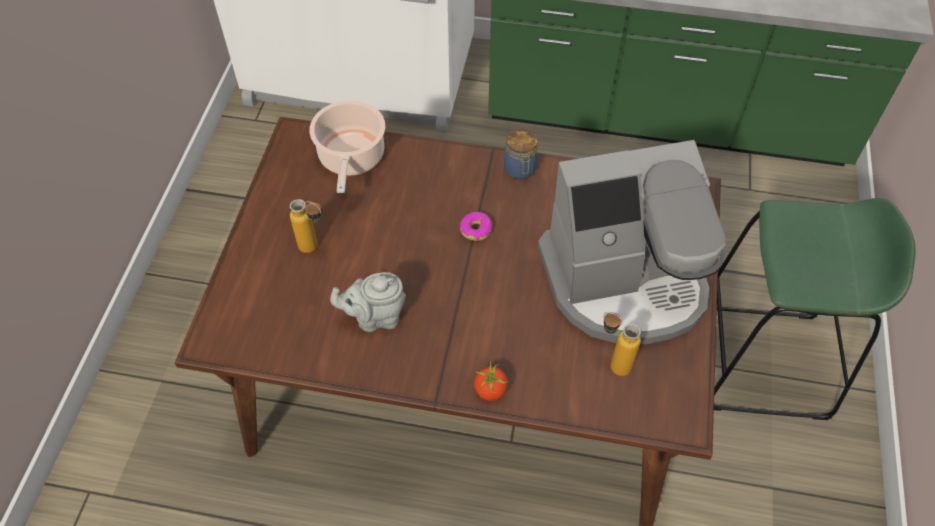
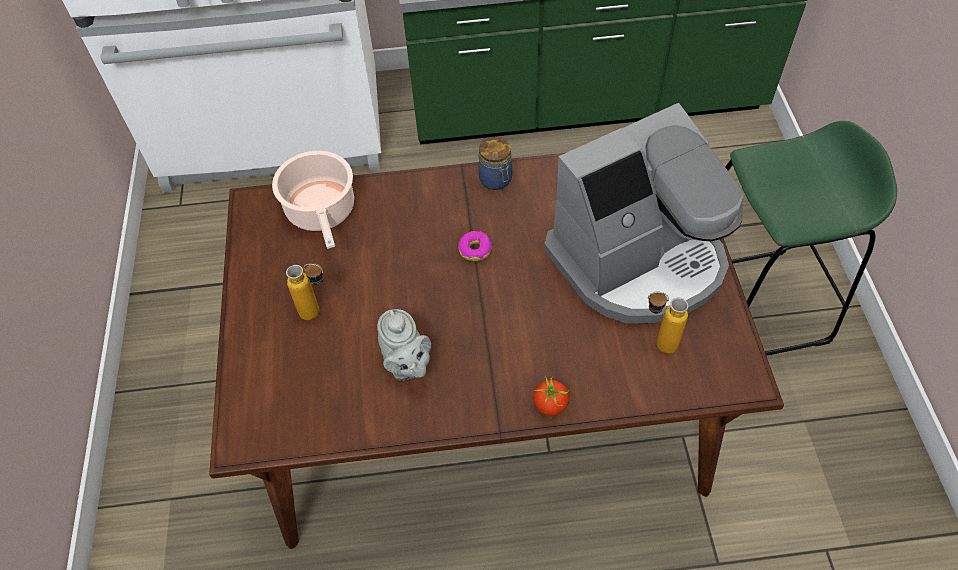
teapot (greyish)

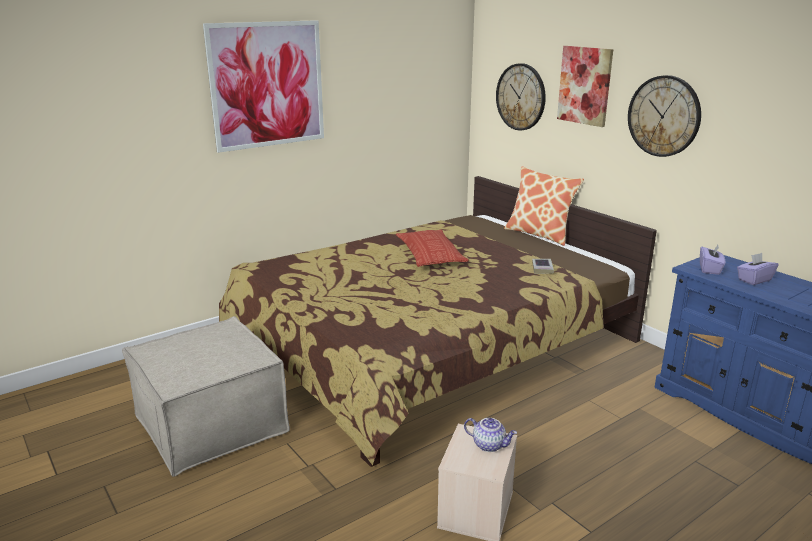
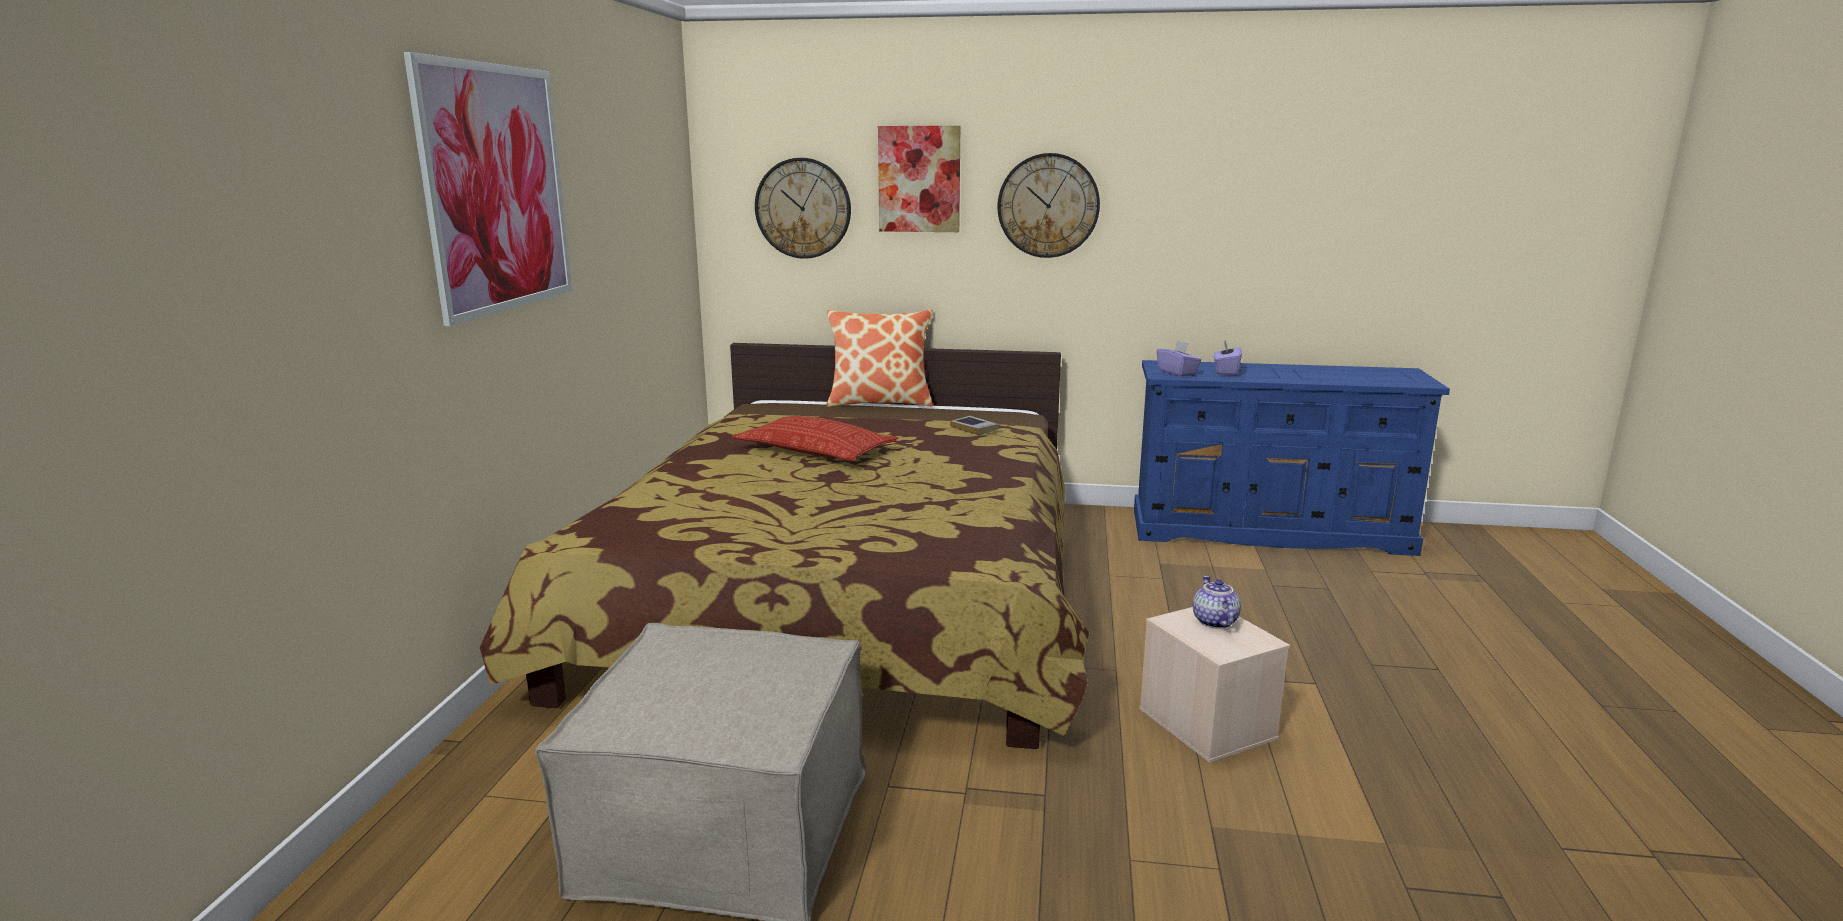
teapot

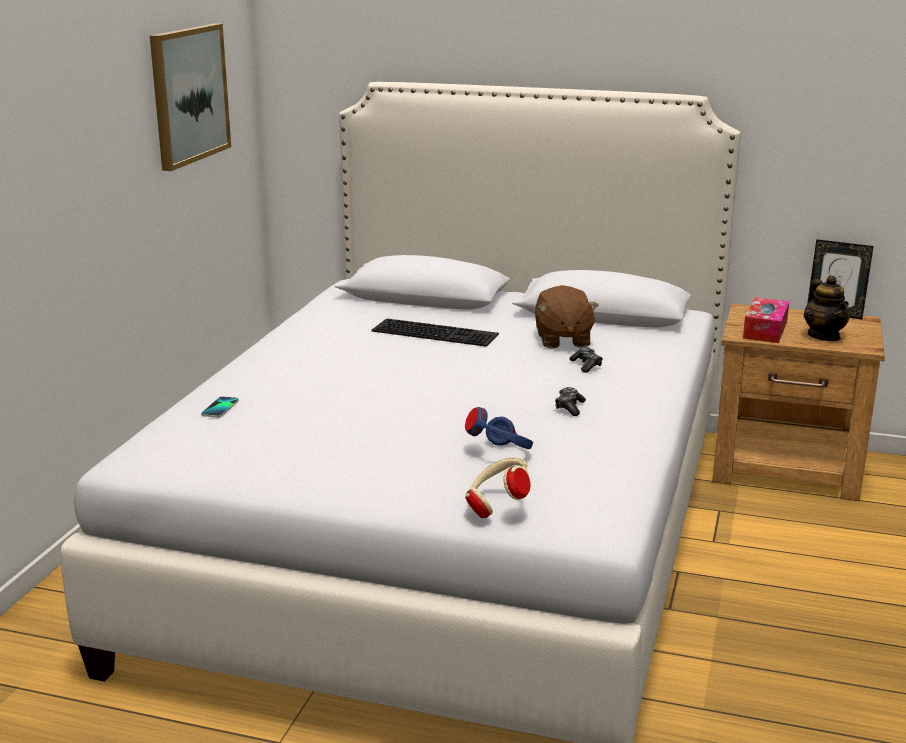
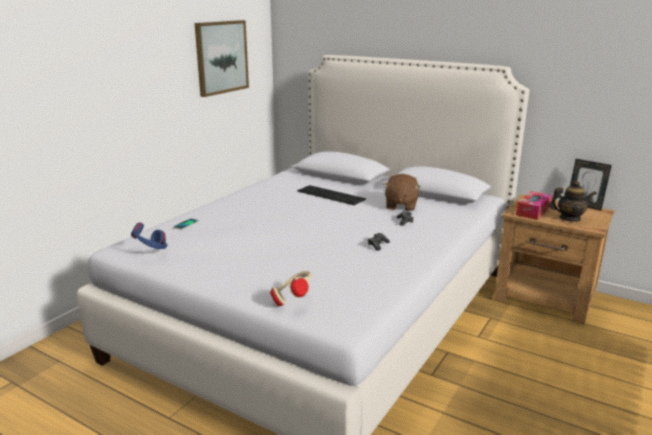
pair of headphones (blue-coloured)
teapot

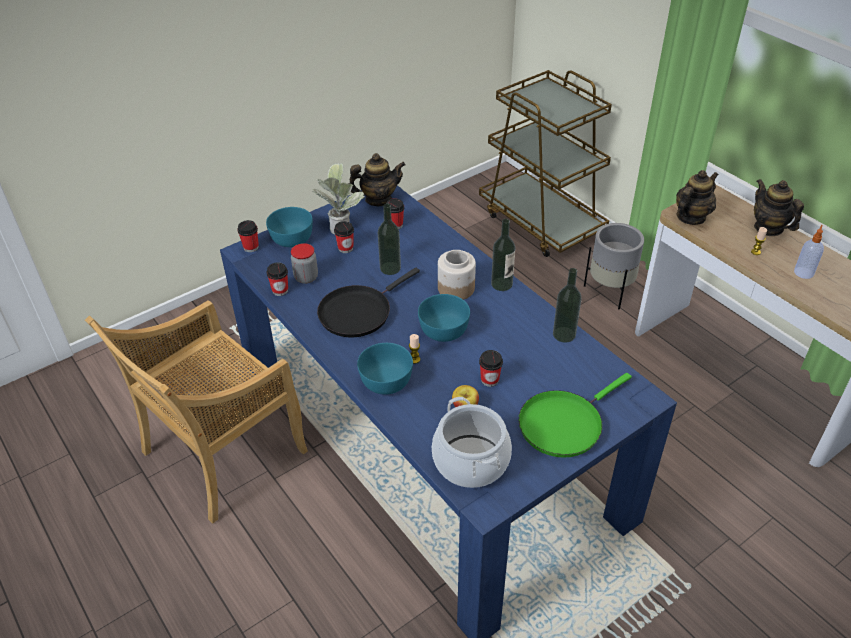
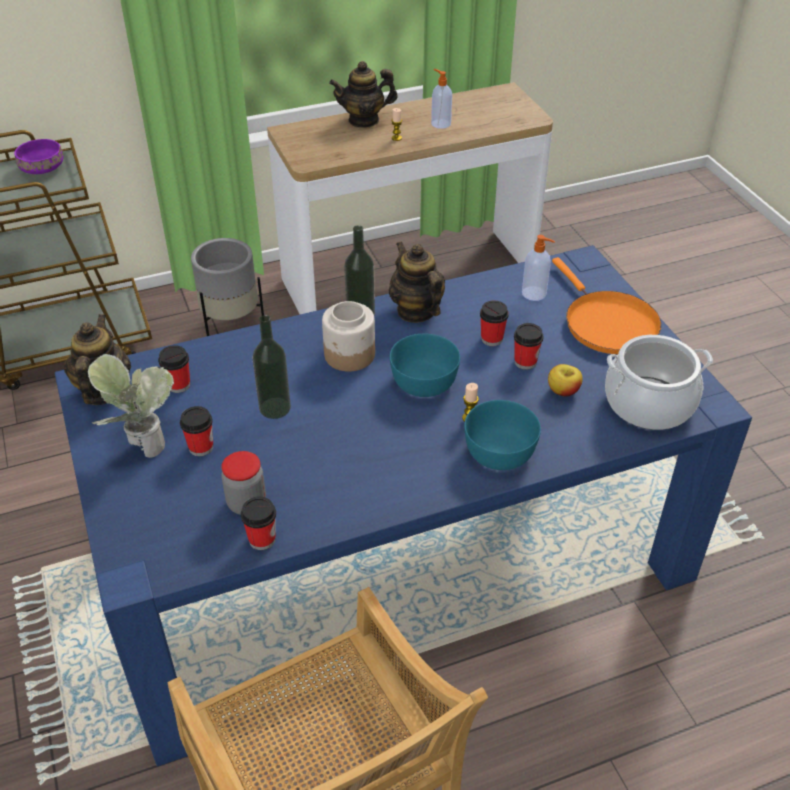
bowl (purple-coloured)
teapot (no. 3 from left)
small cup (no. 4 from left)
liquid soap bottle (no. 2 from left)
skillet (orangey)
bowl (turquoise-coloured) (no. 1 from left in the first image)
skillet (blackish)
bottle (no. 3 from left in the first image)

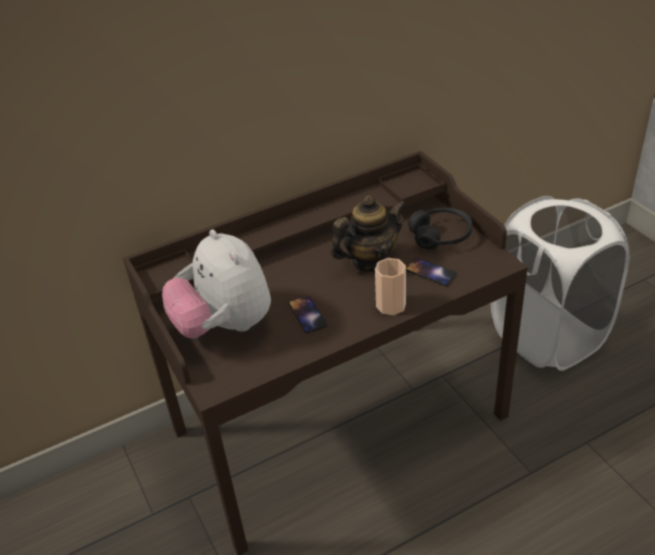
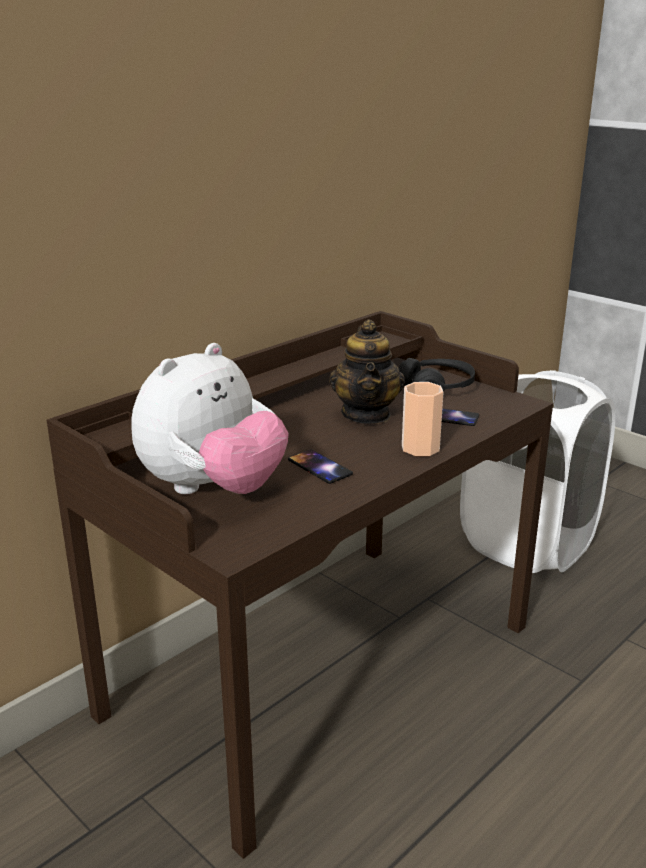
soft toy
teapot

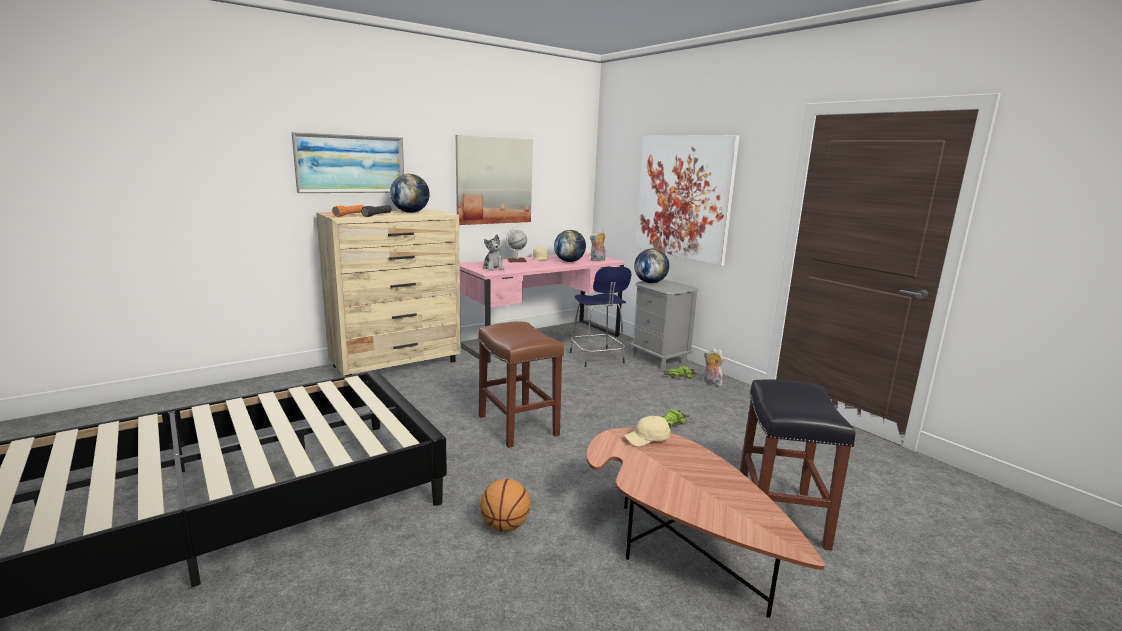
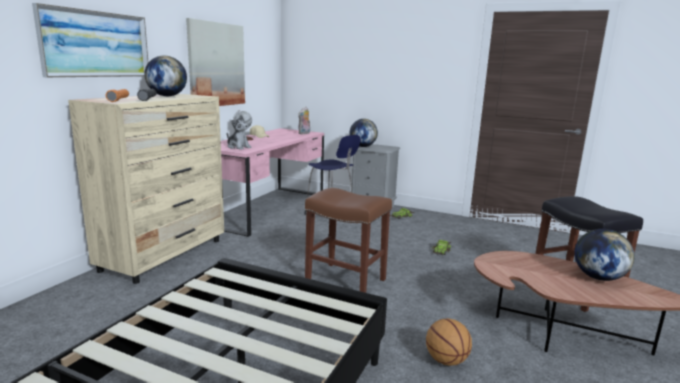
desk globe (no. 4 from left)
peaked cap (beige) (no. 2 from left in the first image)
wall picture (no. 3 from left in the first image)
soft toy (no. 3 from left in the first image)

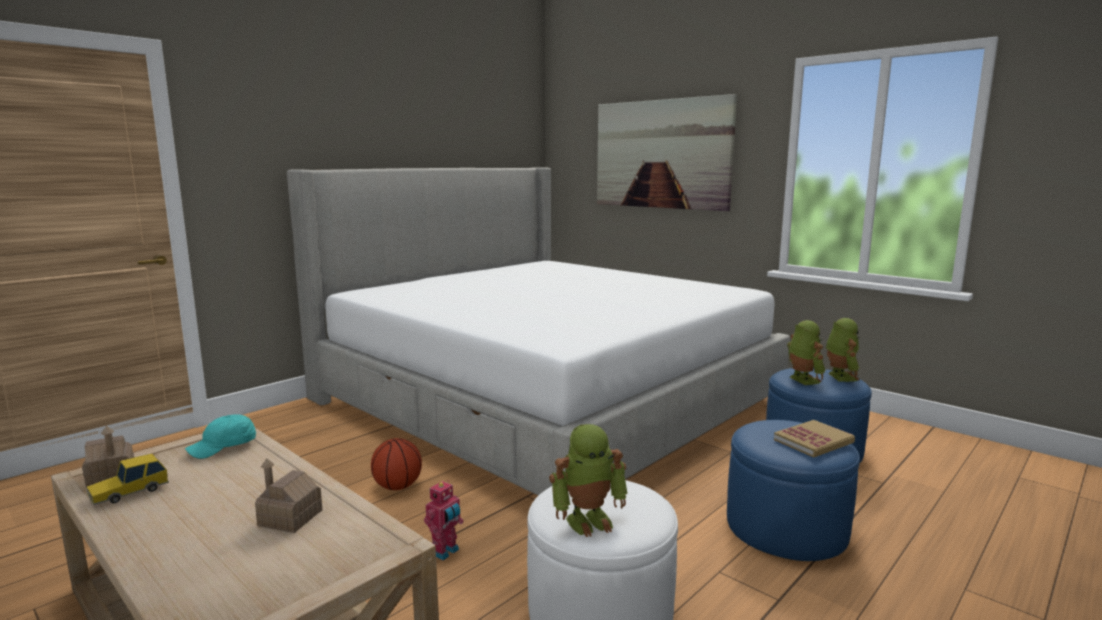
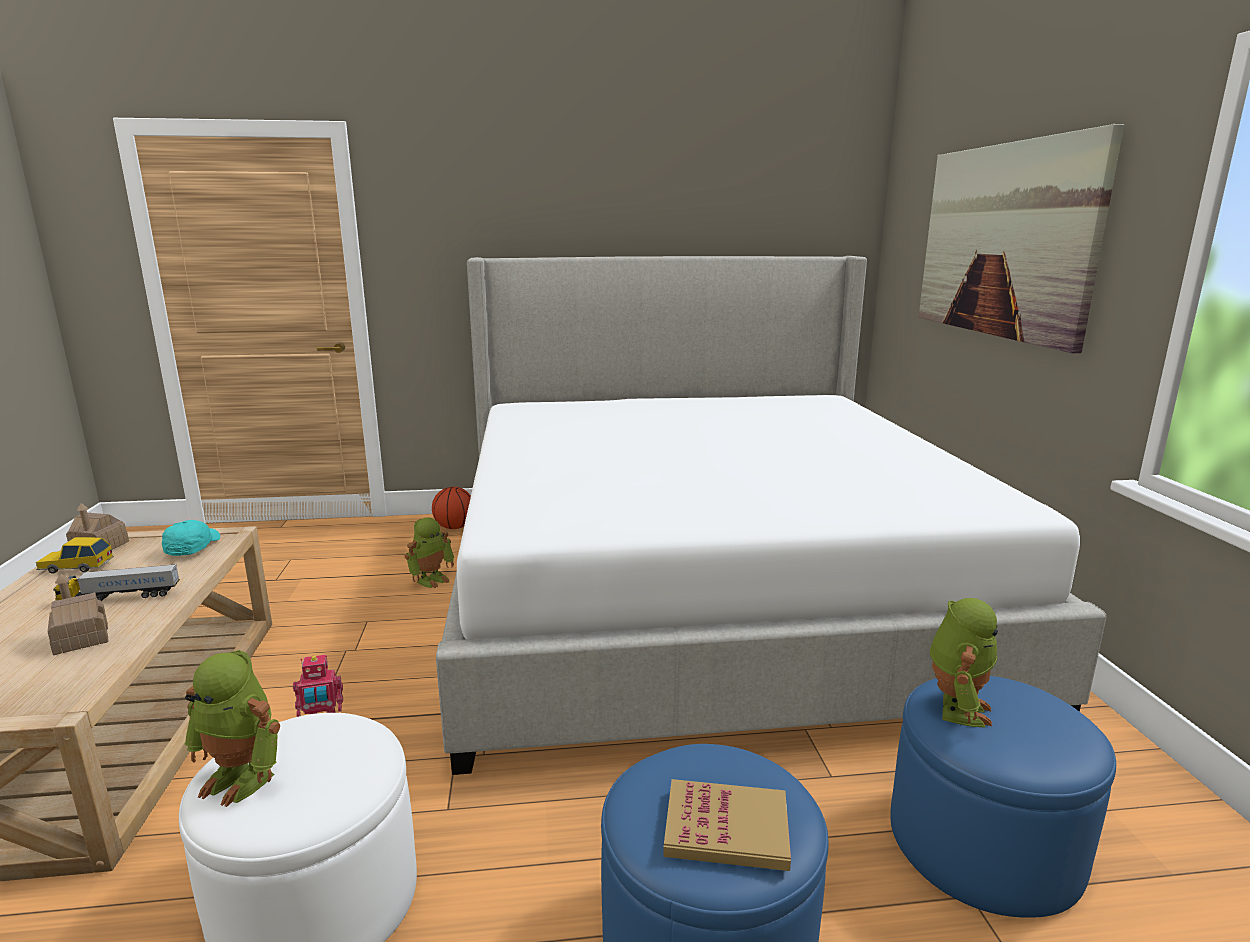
toy lorry
peaked cap (turquoise-coloured)
toy robot (no. 3 from left)
ball for basketball

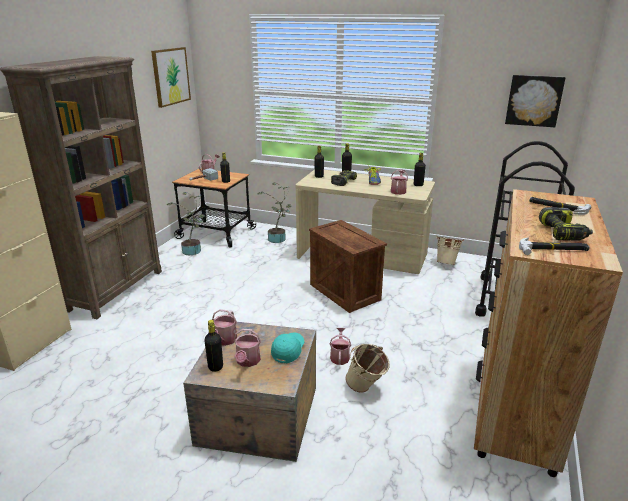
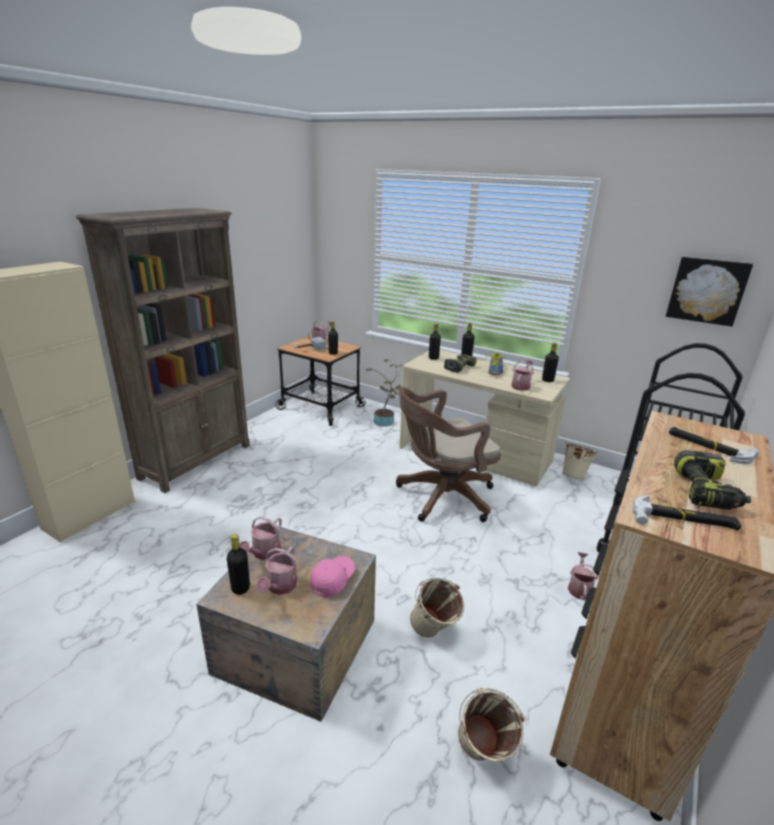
peaked cap (pink-coloured)
office chair (brown-coloured)
water bucket (beige) (no. 2 from left)
watering can (no. 5 from left)
wall picture (no. 1 from left in the first image)
potted plant (no. 1 from left in the first image)

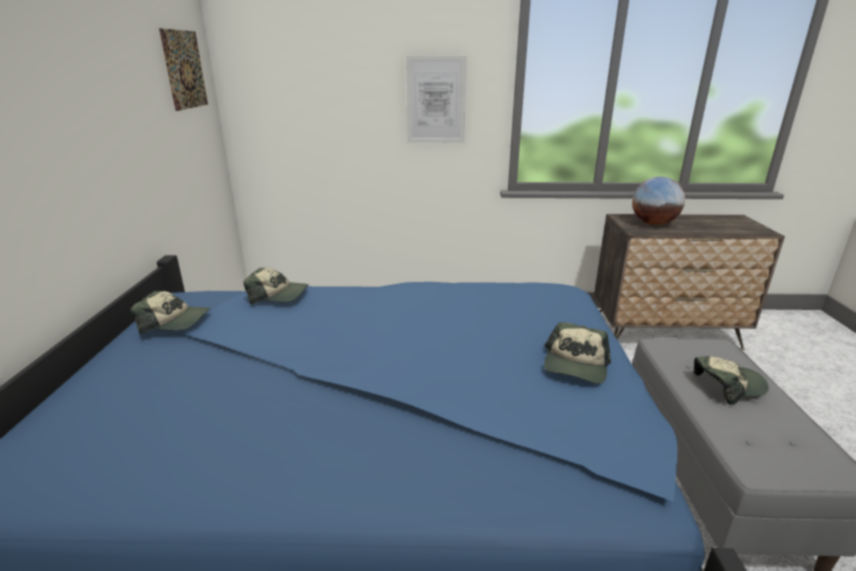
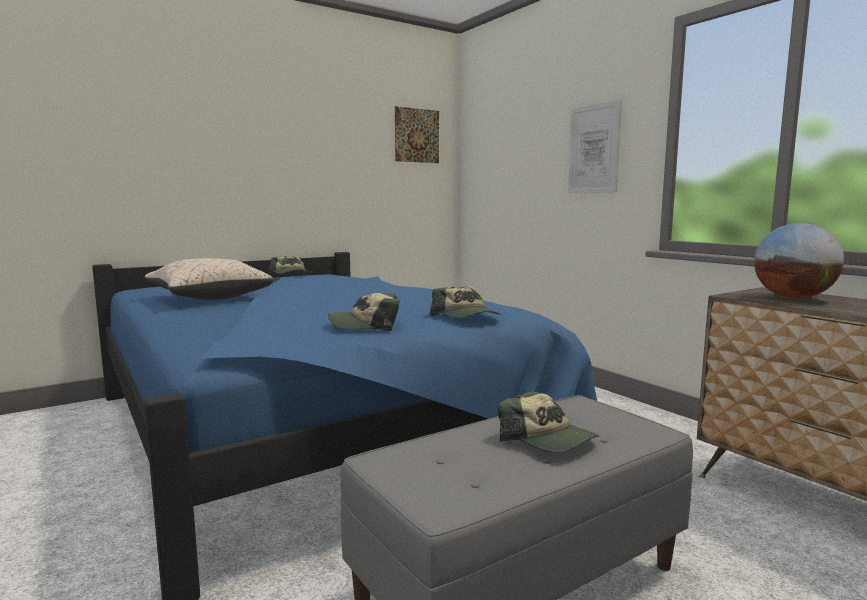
cushion (beige)
peaked cap (no. 3 from left)

